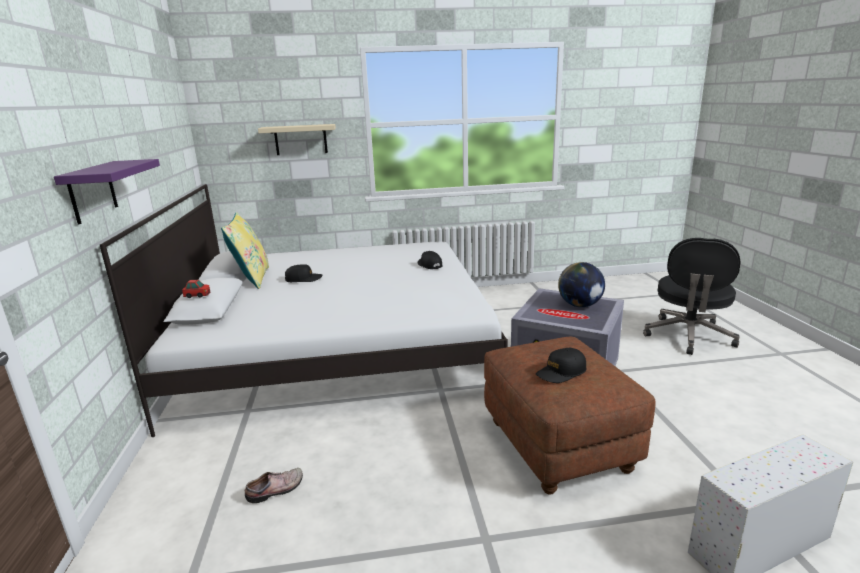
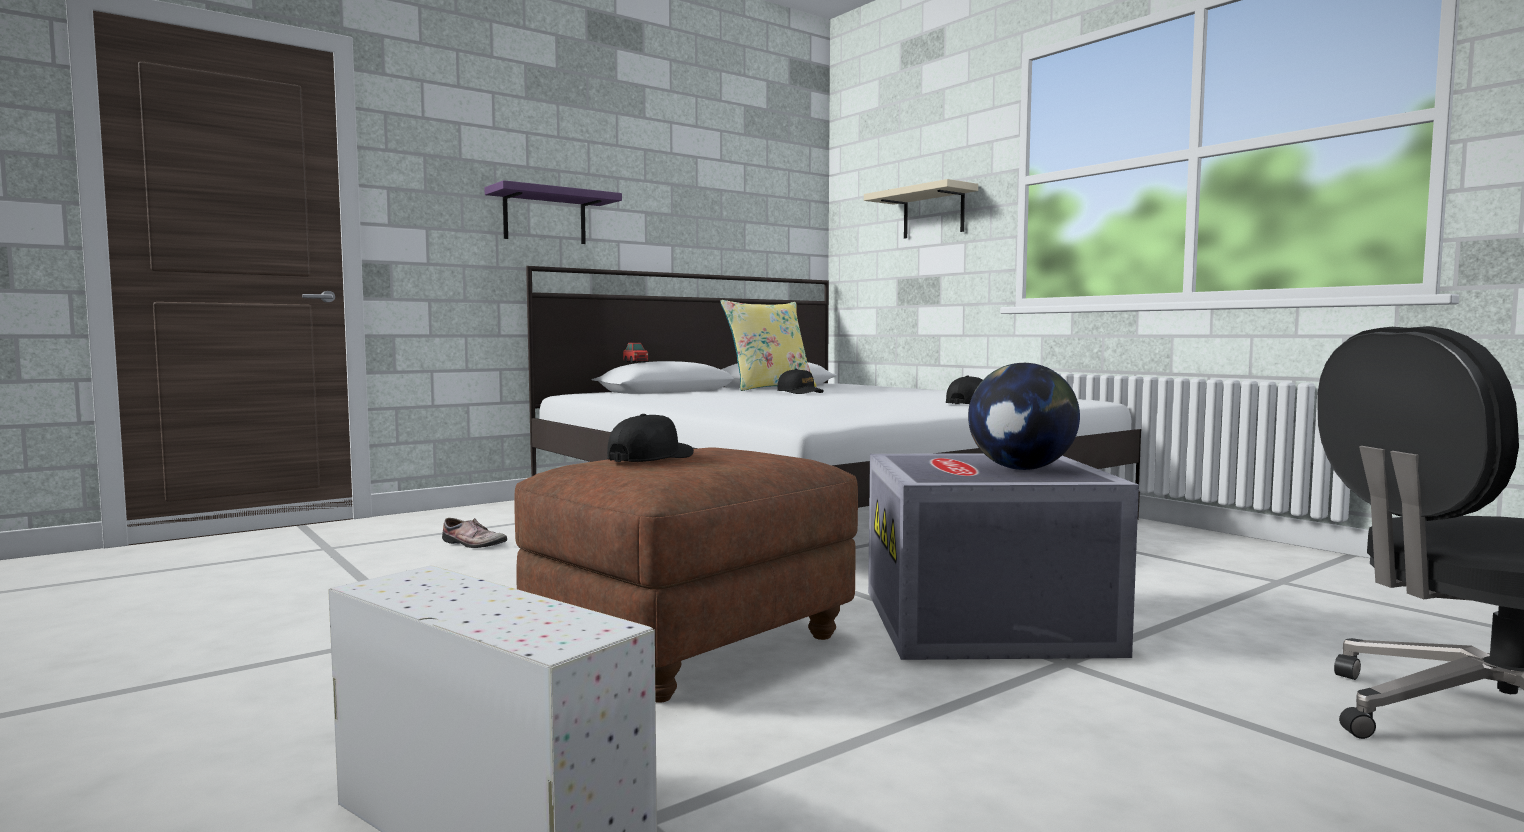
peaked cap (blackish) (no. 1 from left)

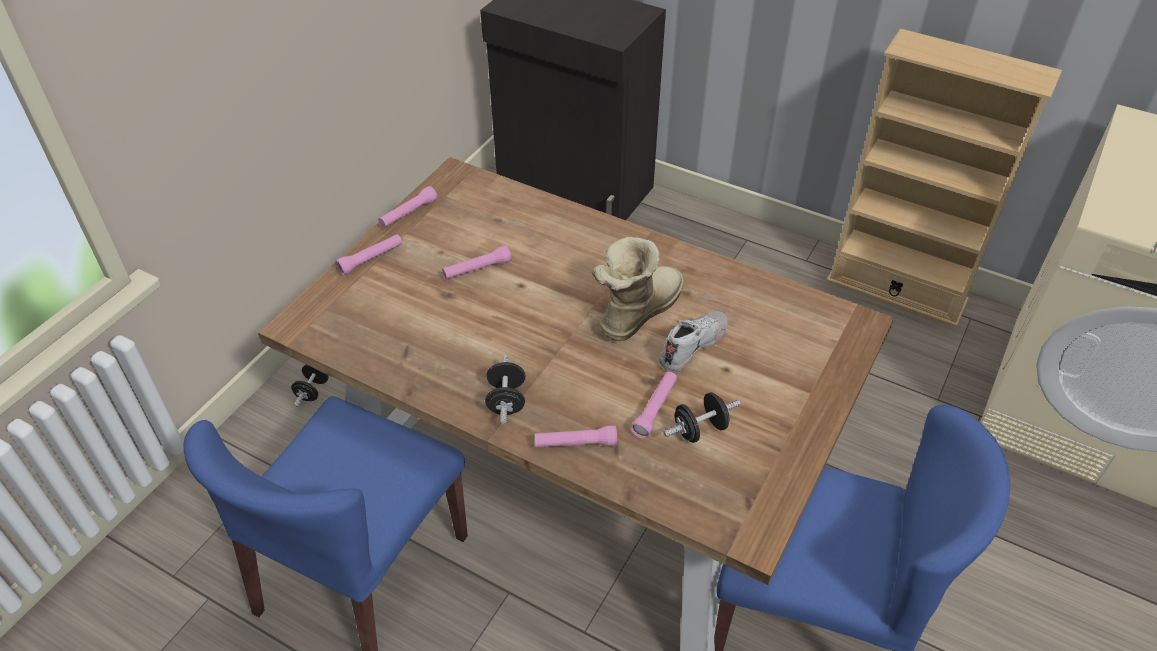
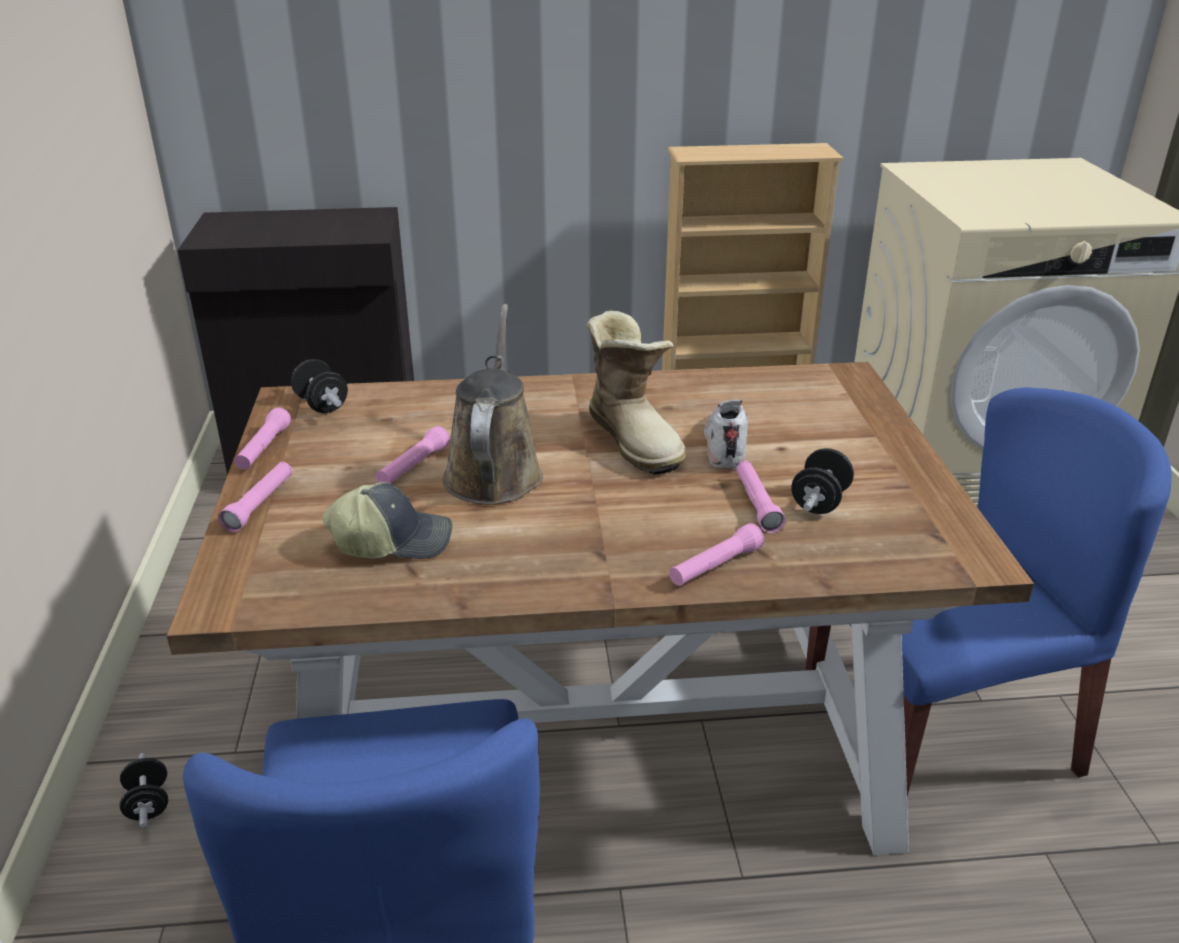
hand weight (blackish) (no. 2 from left)
peaked cap
watering can (brown-coloured)
boot

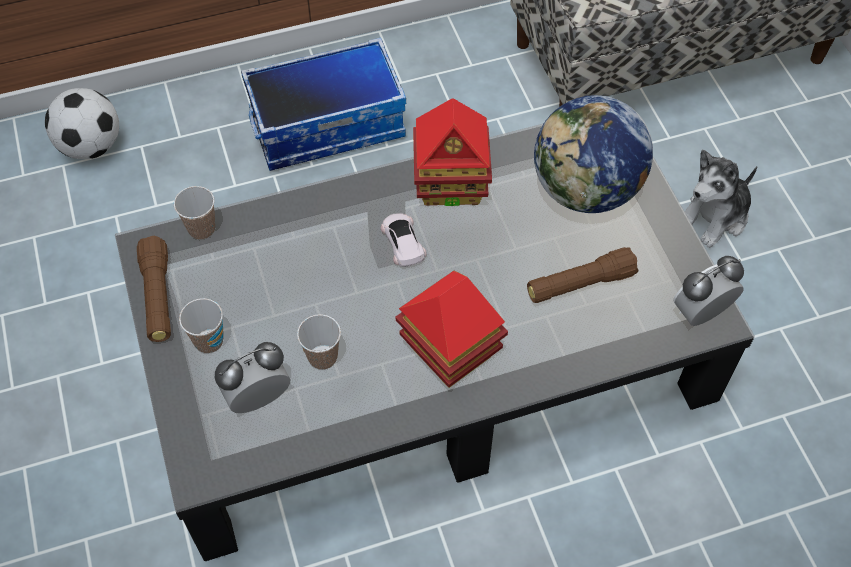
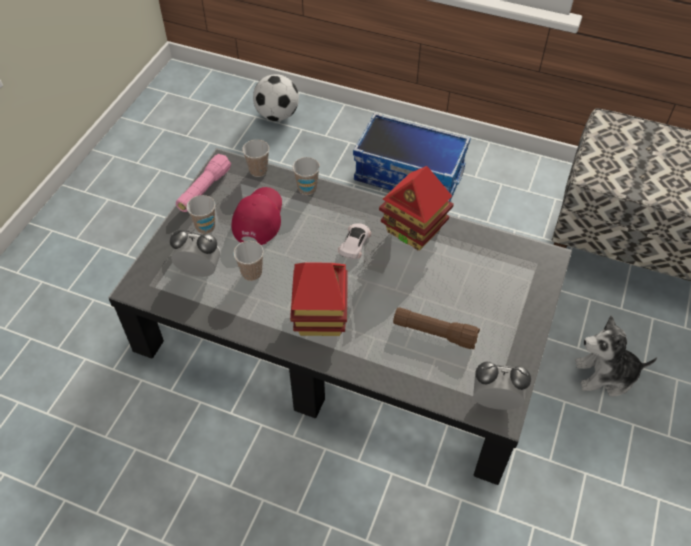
flashlight (pink-coloured)
peaked cap (red)
small cup (no. 4 from left)
desk globe

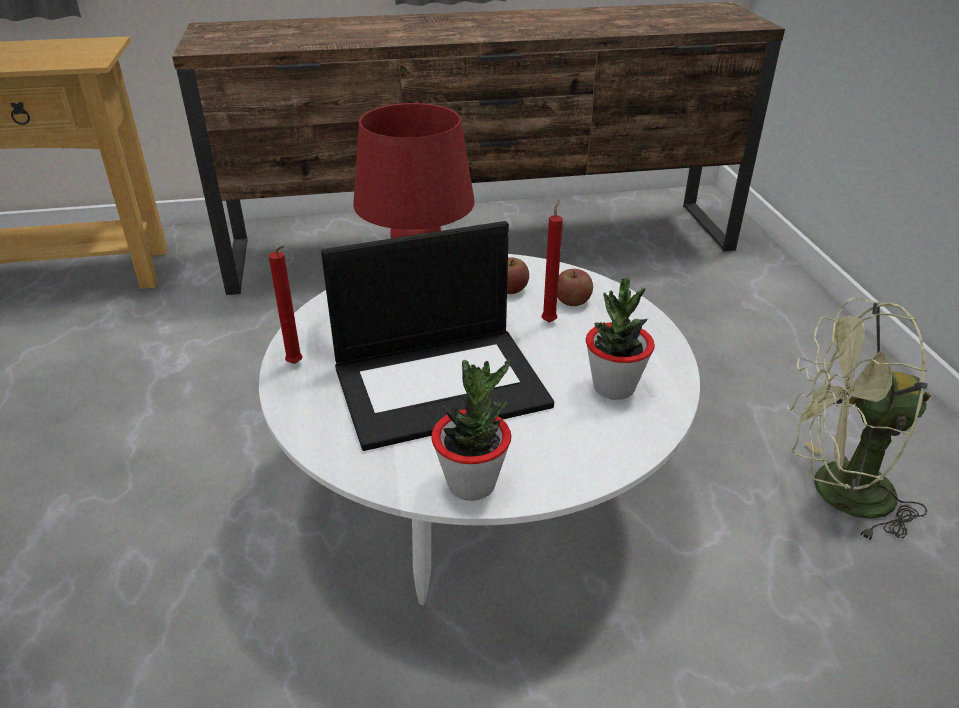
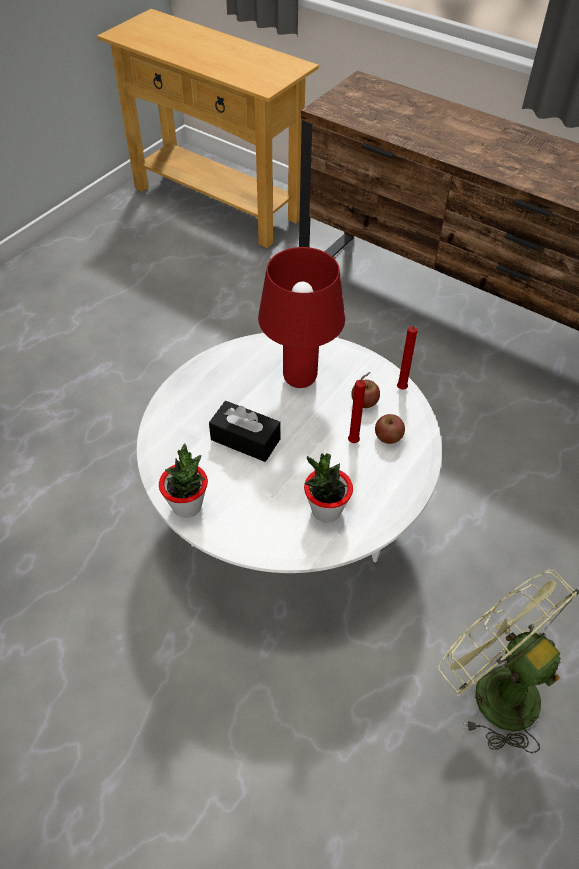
box of tissues (blackish)
wax light (red) (no. 2 from left)

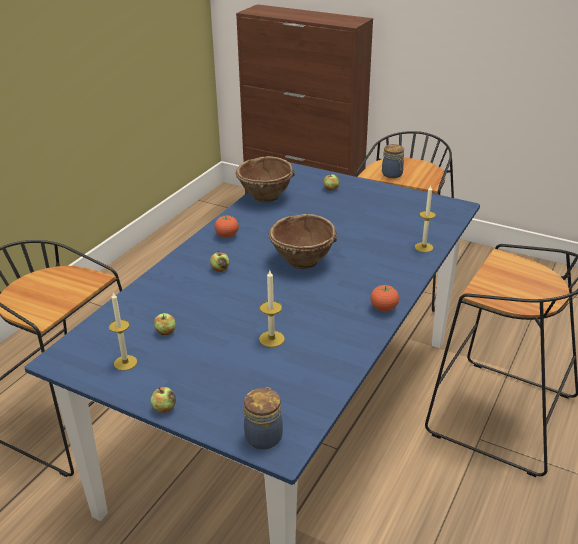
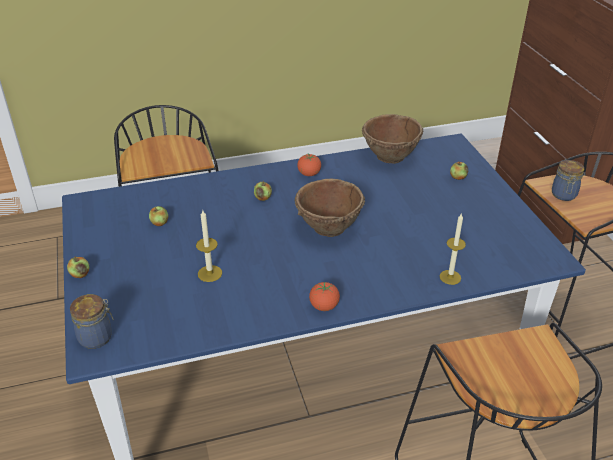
wax light (no. 1 from left in the first image)

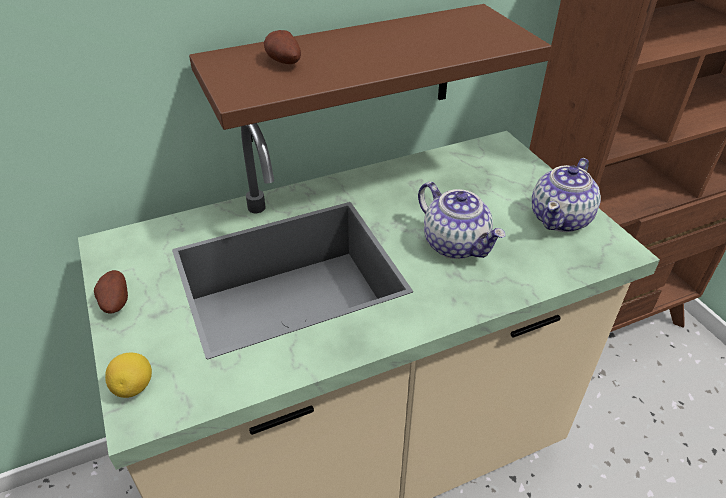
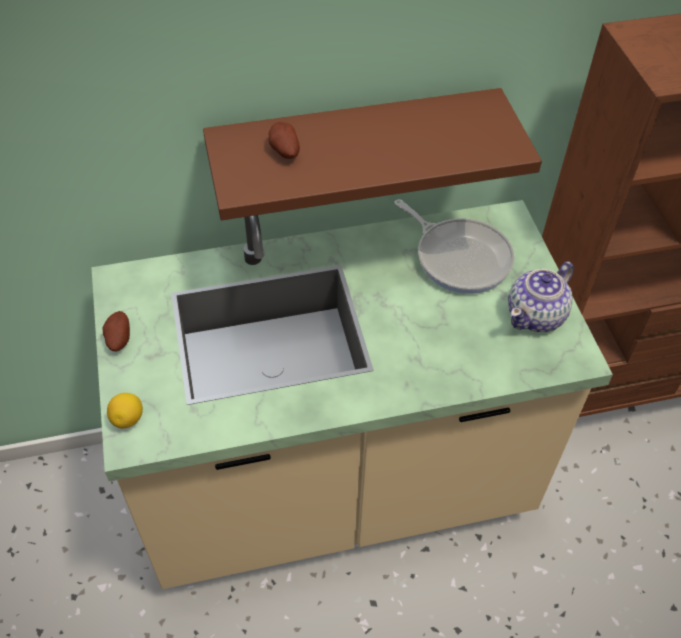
skillet
teapot (no. 1 from left in the first image)

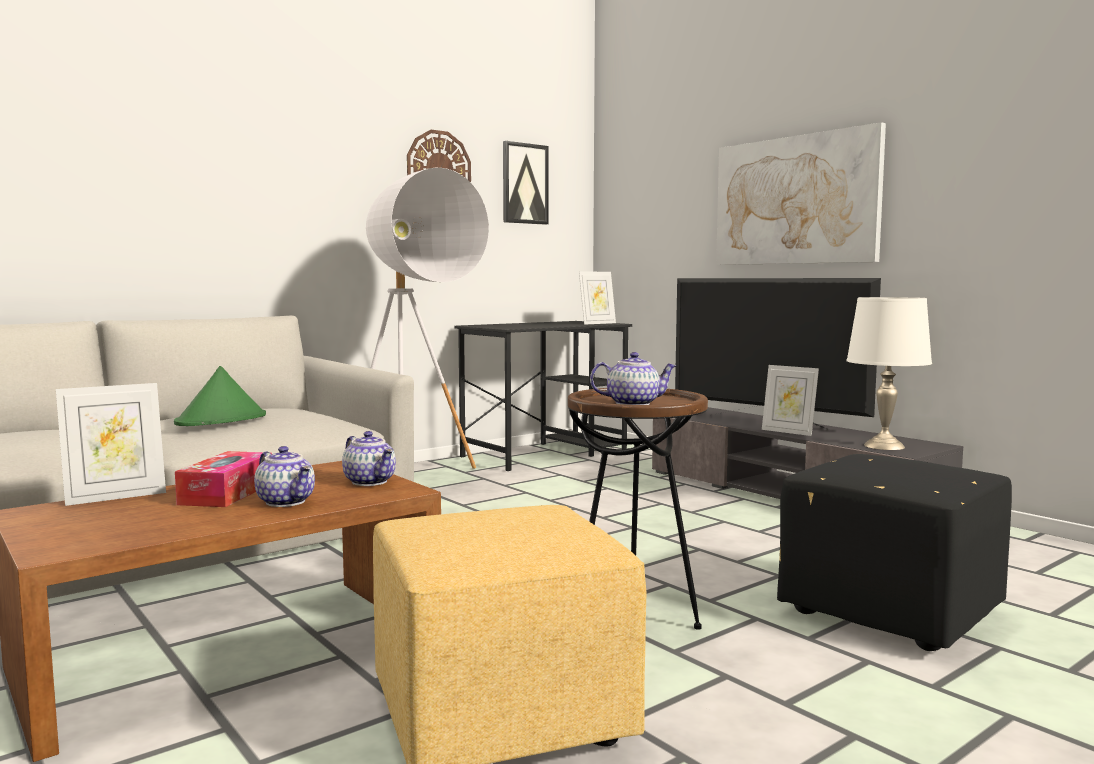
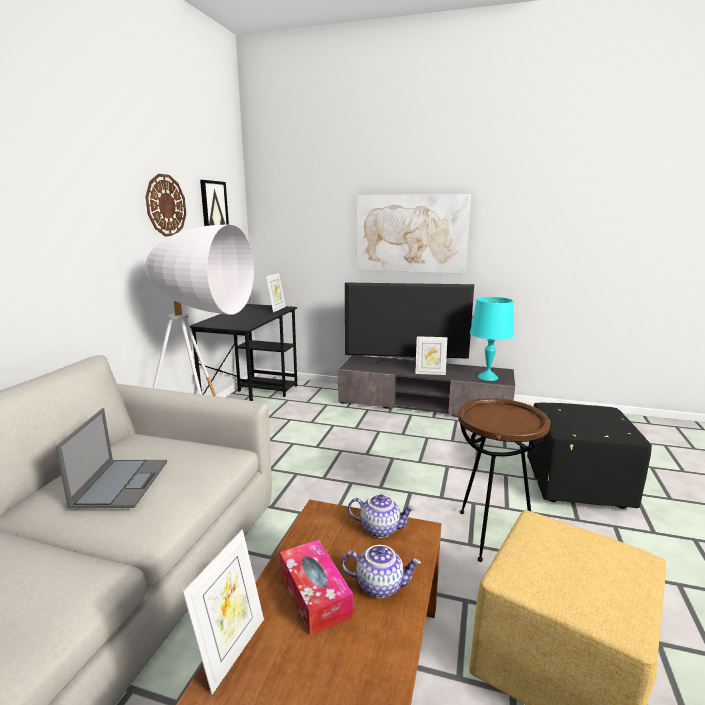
laptop
tabletop lamp (turquoise-coloured)
teapot (no. 3 from left in the first image)

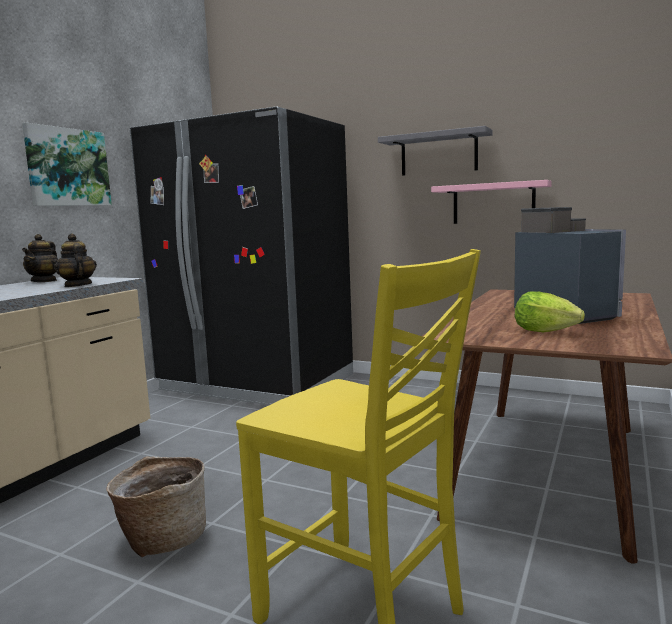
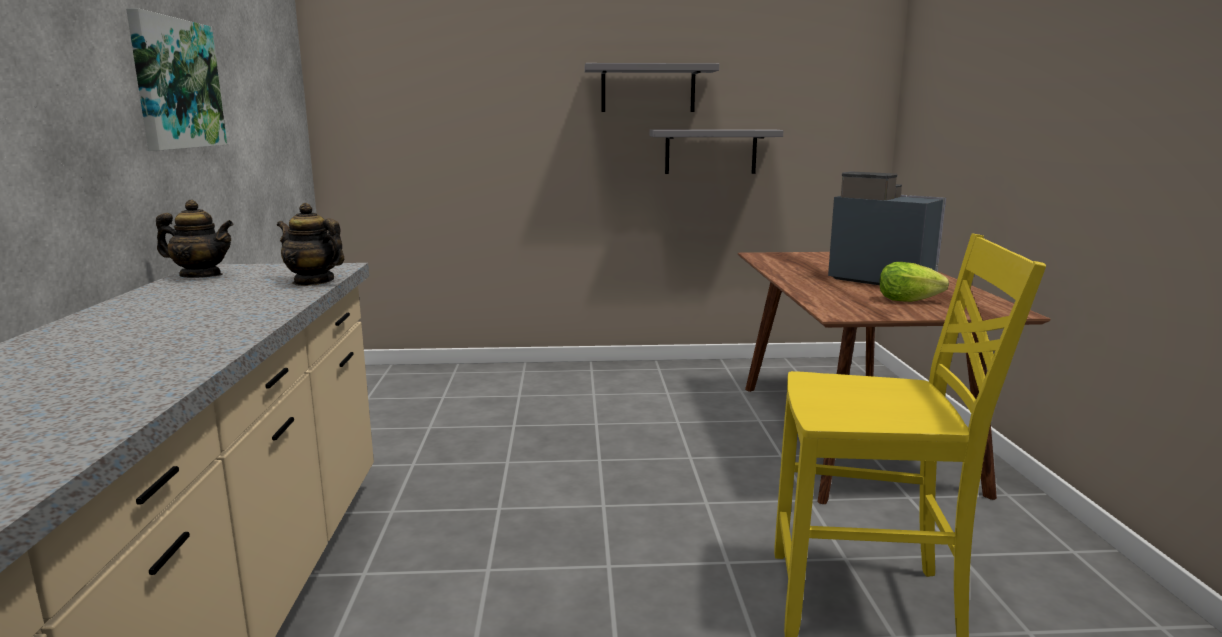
teapot (no. 1 from left)
wall shelf (greyish) (no. 2 from left)
basket
fridge (blackish)

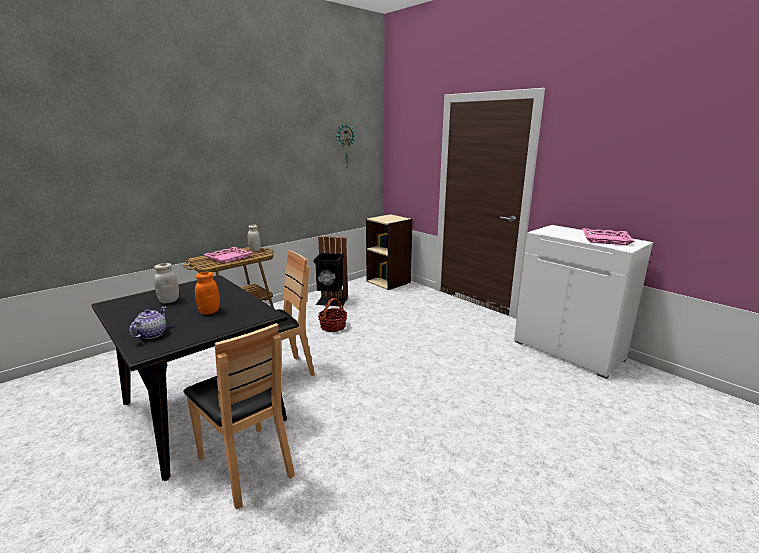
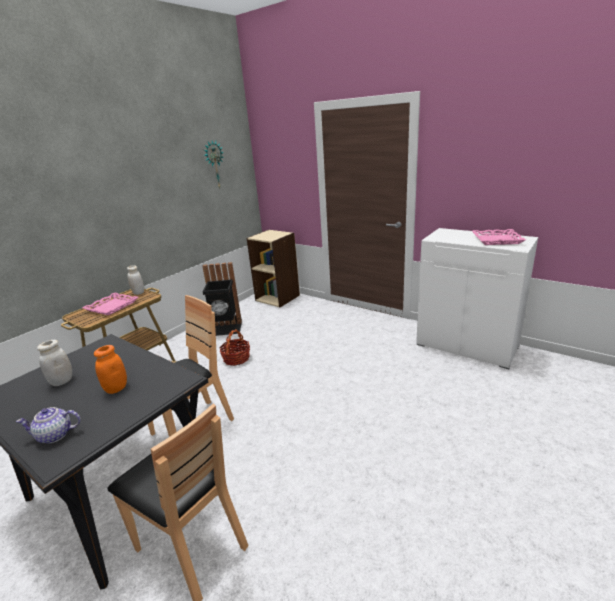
teapot

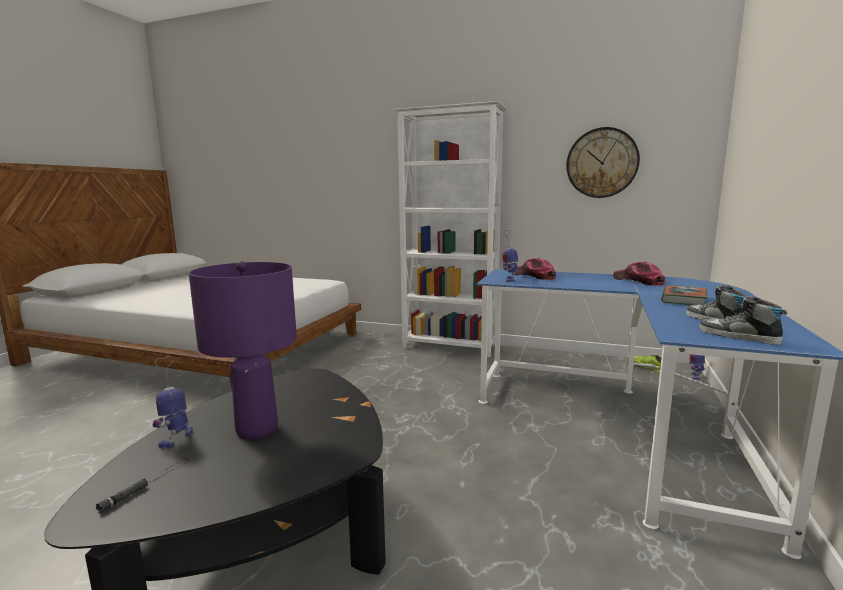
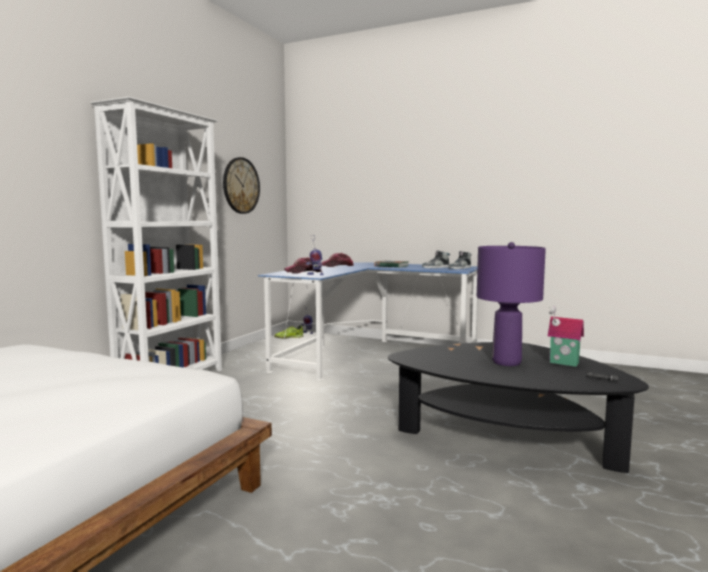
miniature house
toy robot (no. 1 from left in the first image)

